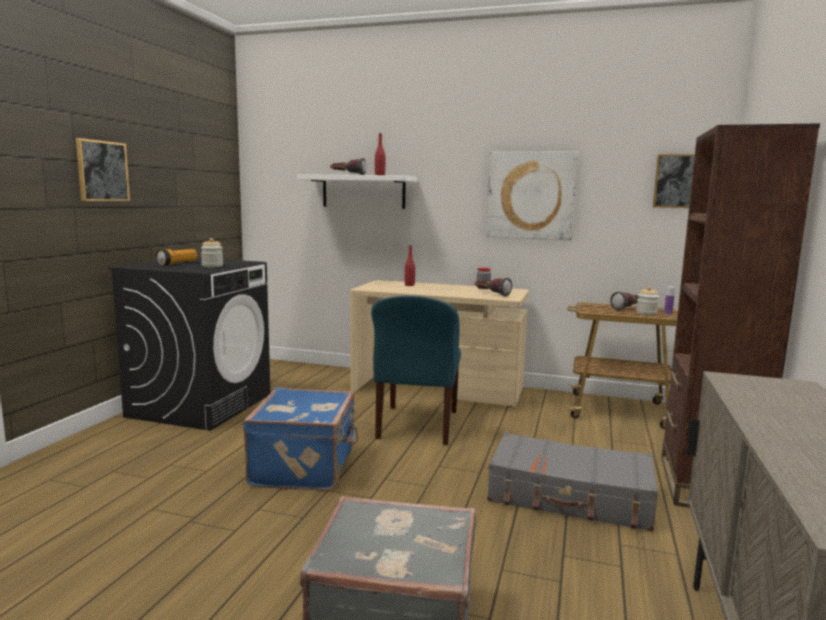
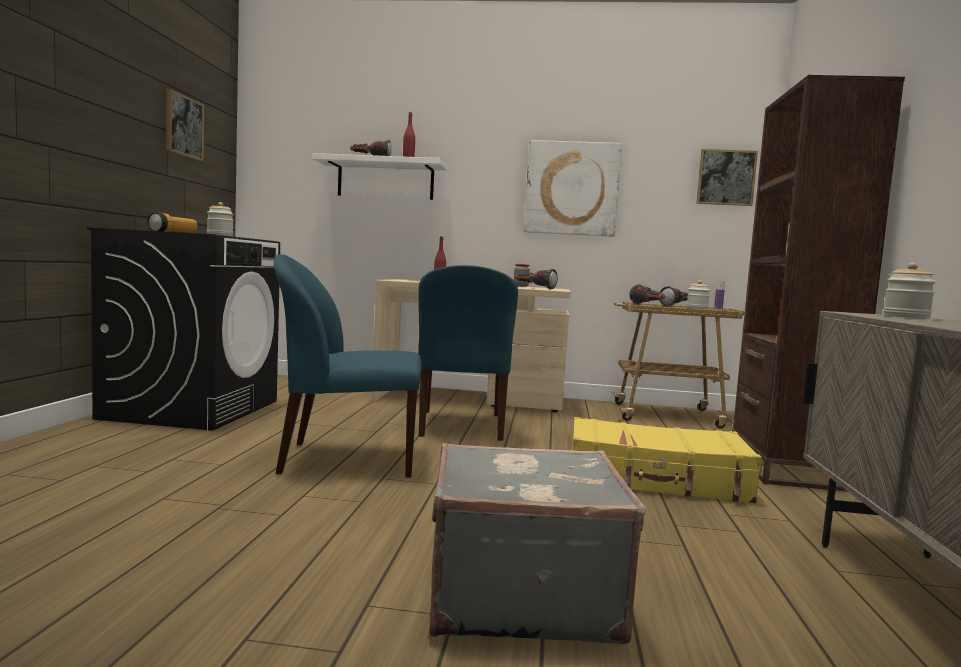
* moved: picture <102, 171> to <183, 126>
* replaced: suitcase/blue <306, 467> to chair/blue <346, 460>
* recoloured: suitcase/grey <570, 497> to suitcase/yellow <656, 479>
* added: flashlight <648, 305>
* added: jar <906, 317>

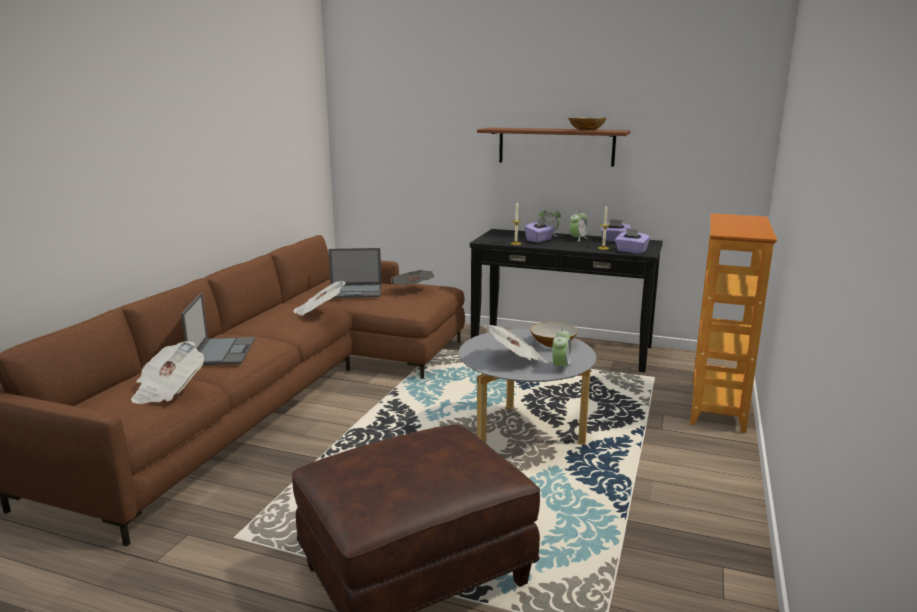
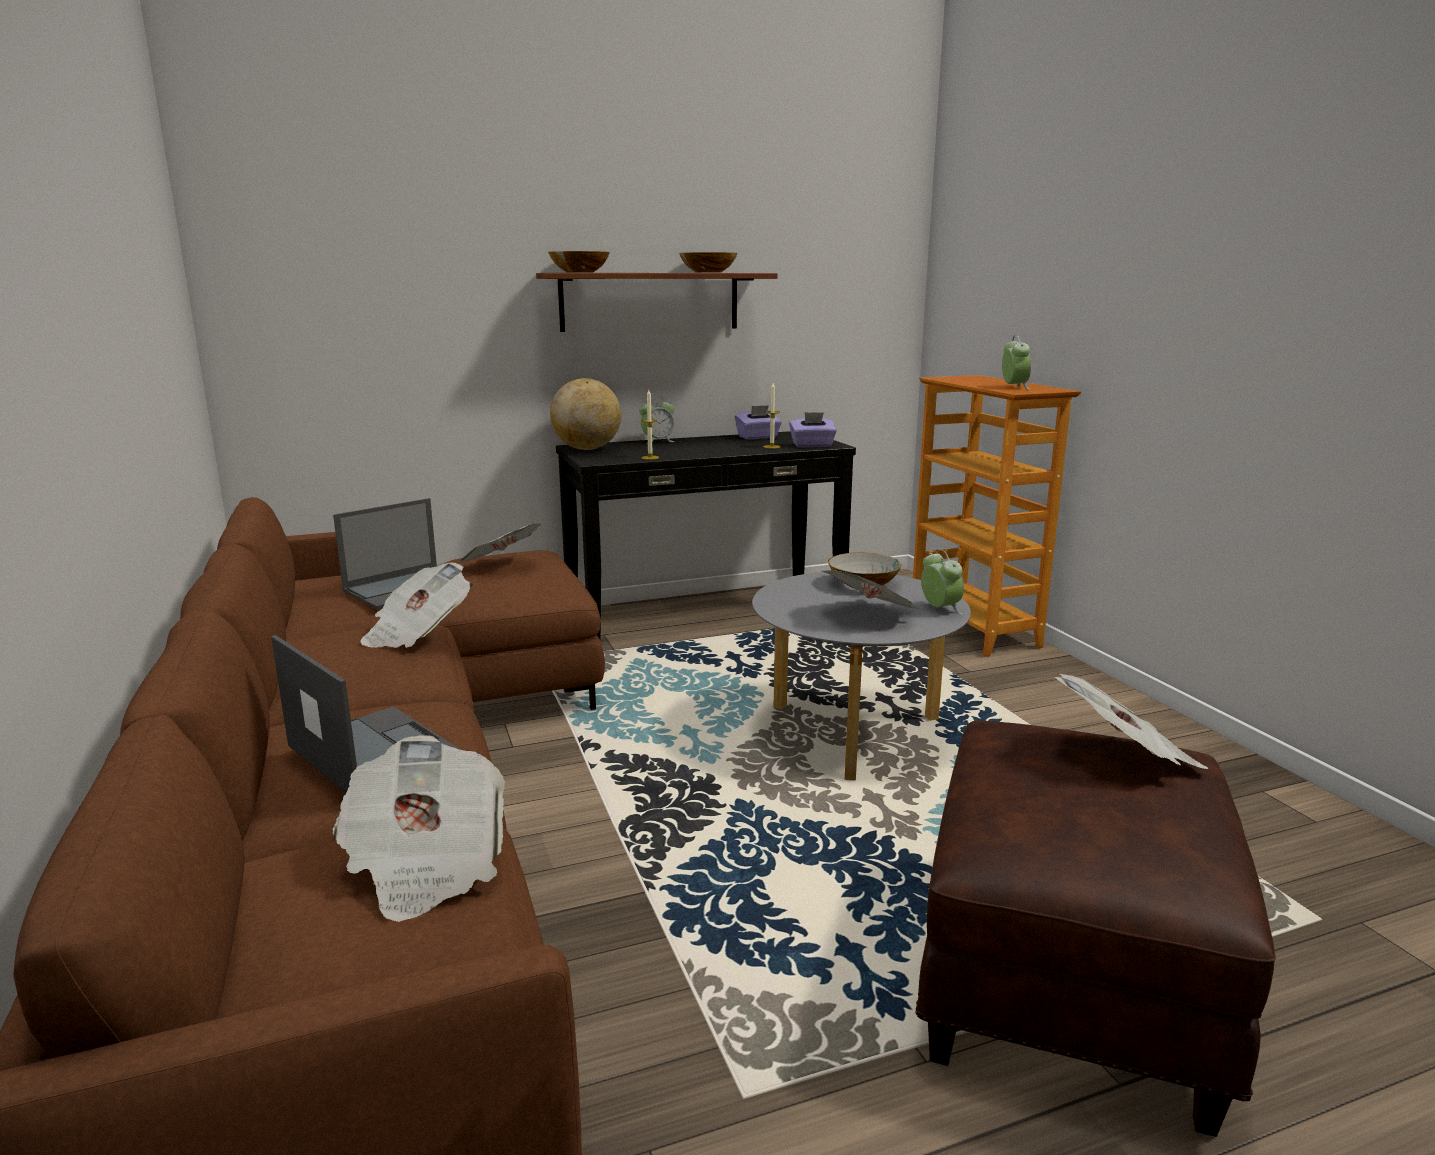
* added: bowl <579, 272>
* added: globe <587, 449>
* moved: alarm clock <578, 239> to <1014, 387>
* added: newspaper <1124, 756>
* removed: tissue box/purple <539, 240>

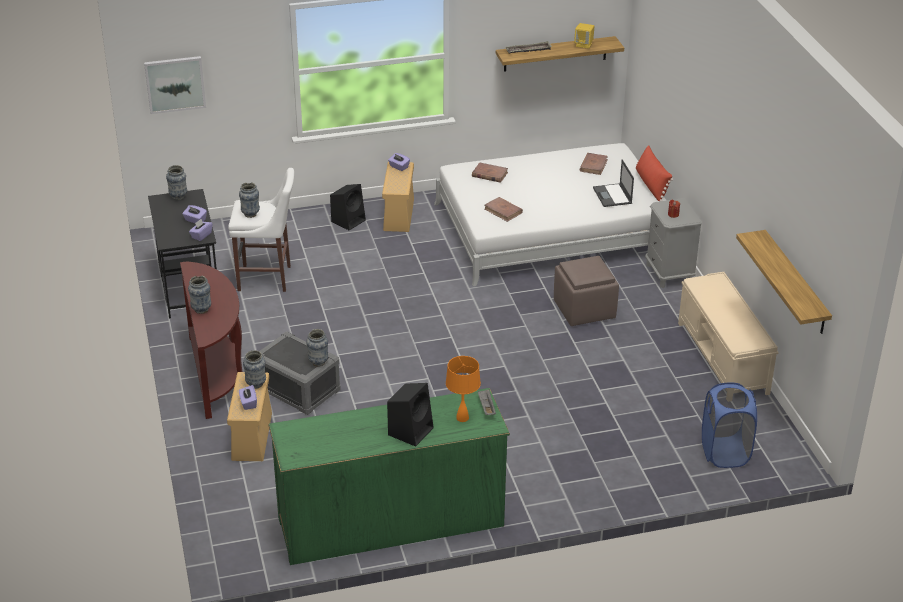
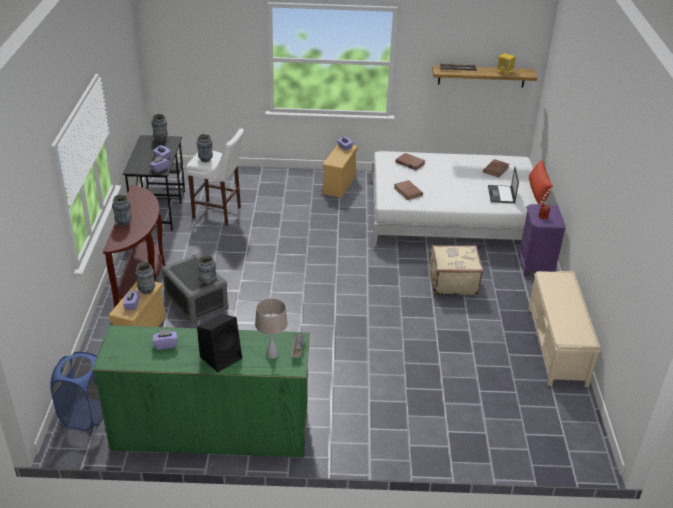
* moved: laundry basket/blue <725, 453> to <86, 414>
* added: tissue box/purple <166, 344>
* recoloured: table lamp/orange <462, 418> to table lamp/beige <272, 354>
* replaced: ottoman/brown <584, 310> to suitcase/beige <452, 282>
* recoloured: nightstand/grey <669, 274> to nightstand/purple <535, 266>
* removed: picture <175, 84>
* removed: speaker/black <348, 220>
* removed: shelf <795, 283>

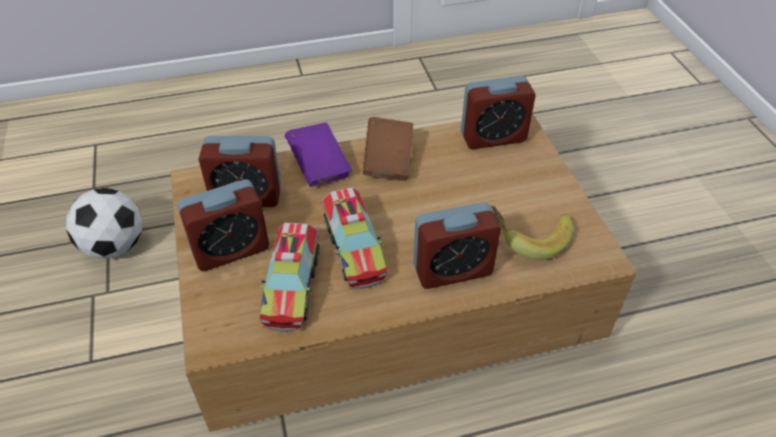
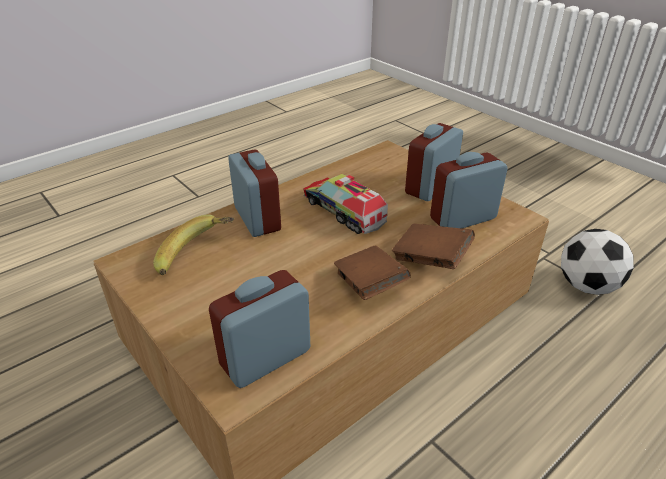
* turned: alarm clock <452, 270> = <257, 219> 105 degrees clockwise
* recoloured: book/purple <319, 167> to book/brown <430, 259>
* removed: toy truck <292, 285>

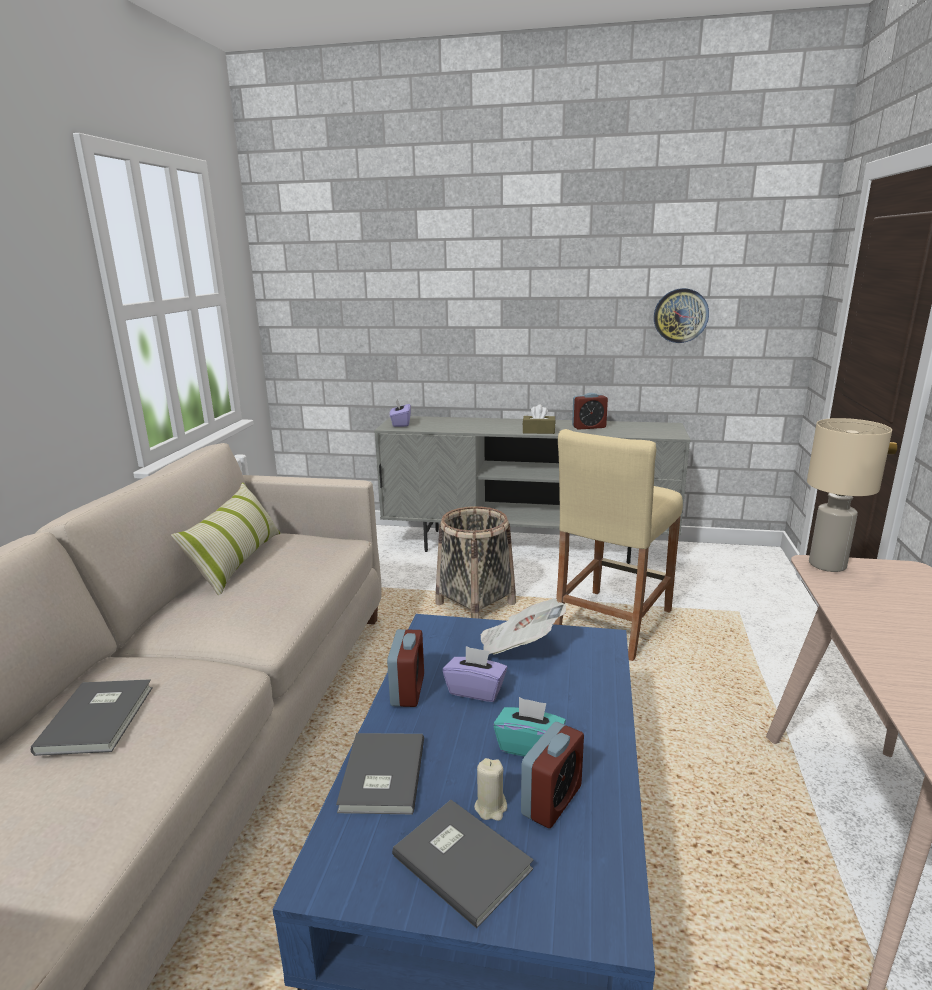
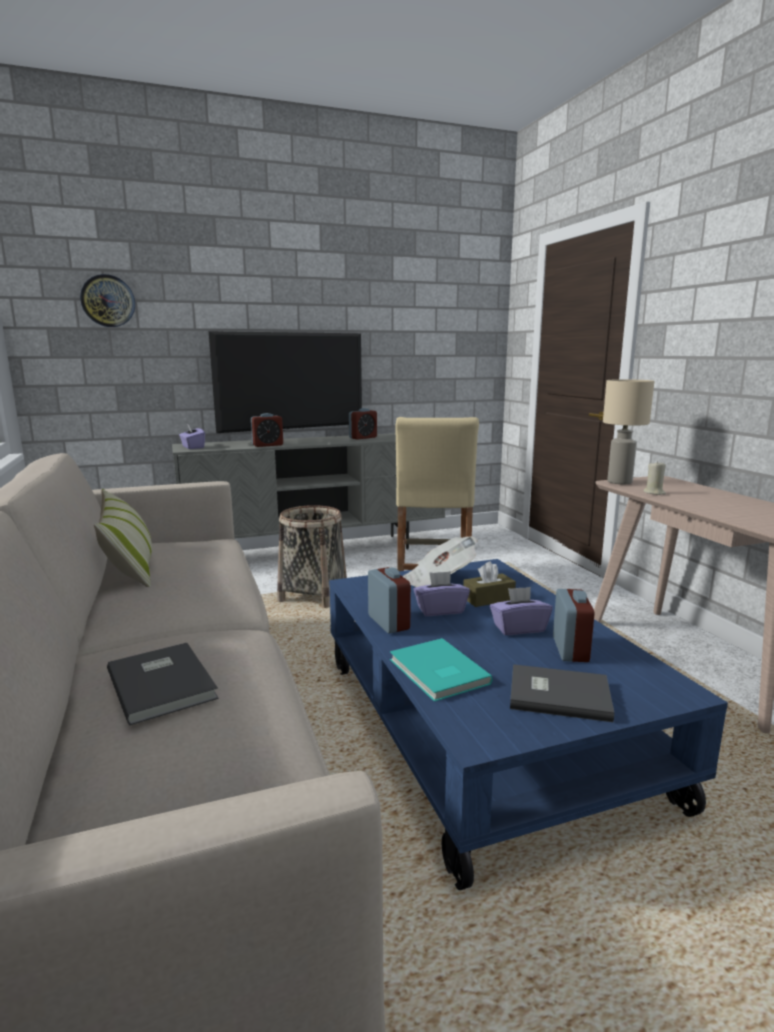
* moved: wall clock <680, 315> to <108, 301>
* added: television <293, 440>
* added: alarm clock <267, 445>
* recoloured: book/grey <380, 776> to book/turquoise <437, 672>
* moved: tissue box/brown <538, 431> to <488, 599>
* recoloured: tissue box/turquoise <529, 746> to tissue box/purple <519, 628>
* moved: candle/beige <491, 807> to <654, 493>

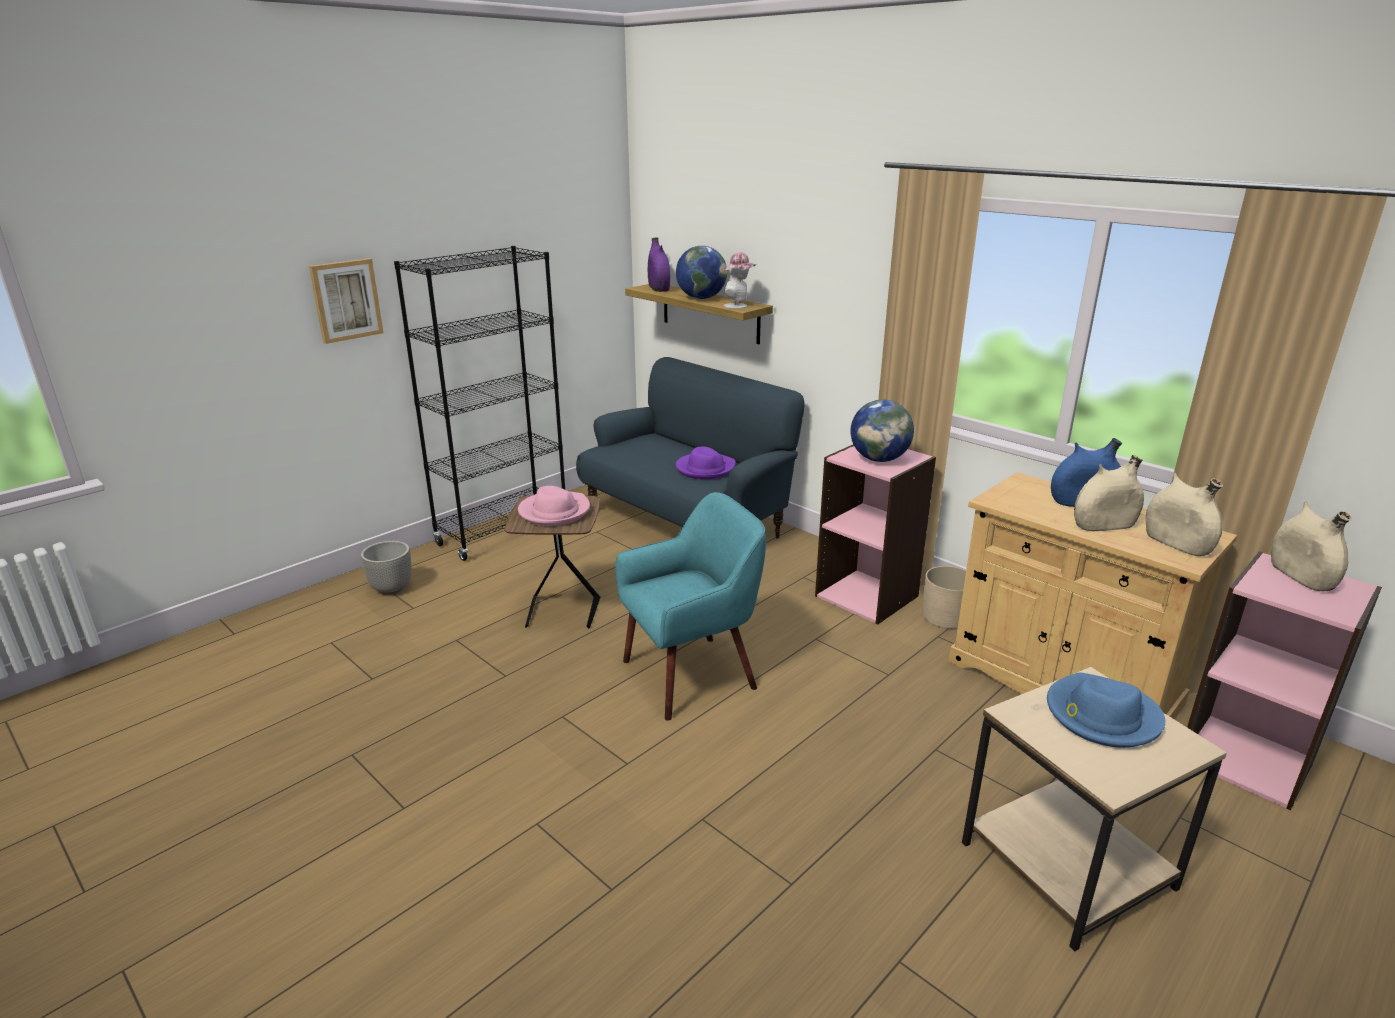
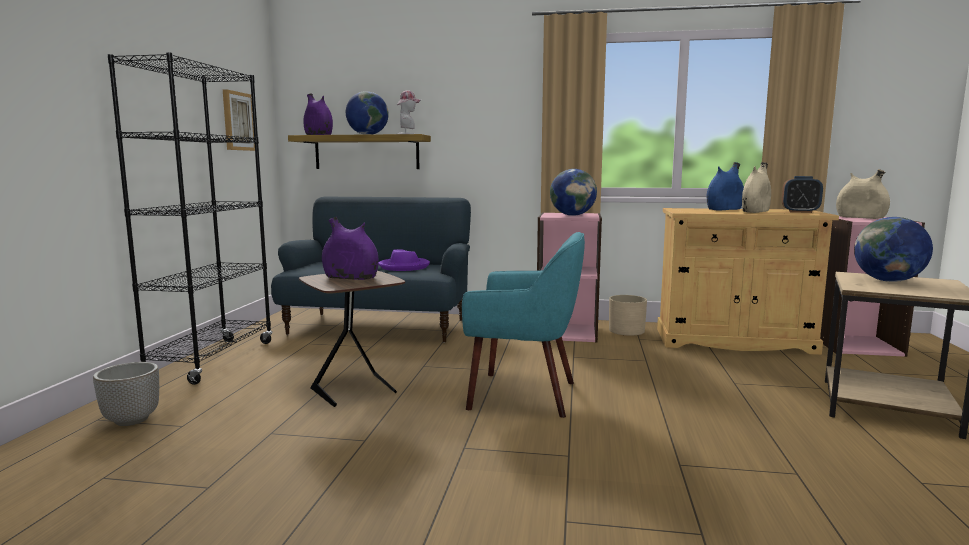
* moved: picture <346, 300> to <238, 121>
* replaced: hat/pink <554, 511> to vase/purple <351, 278>
* turned: armchair/turquoise <691, 675> = <524, 394> 75 degrees clockwise
* replaced: vase/beige <1177, 544> to alarm clock <800, 212>
* replaced: hat/blue <1101, 715> to globe <888, 281>

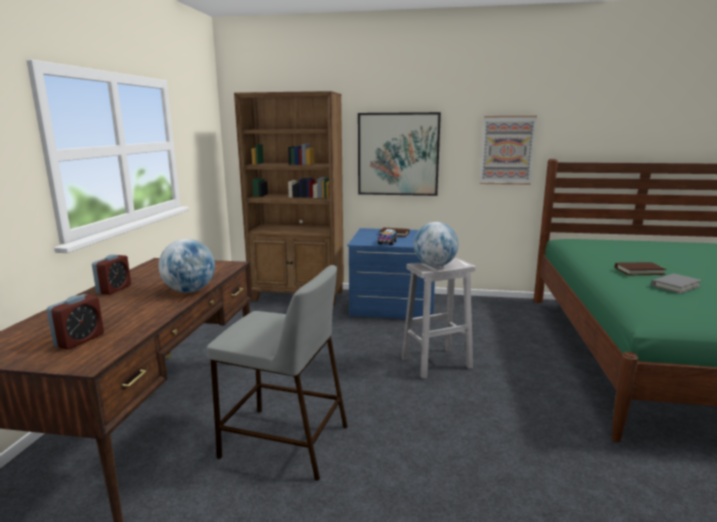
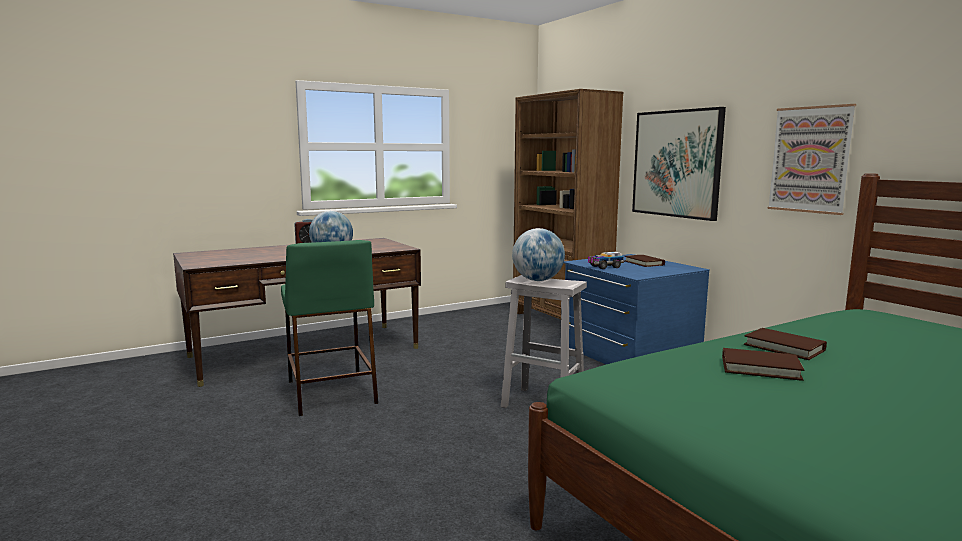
* recoloured: stool/grey <283, 441> to stool/green <330, 391>
* recoloured: book/grey <675, 286> to book/brown <760, 368>
* removed: alarm clock <79, 340>

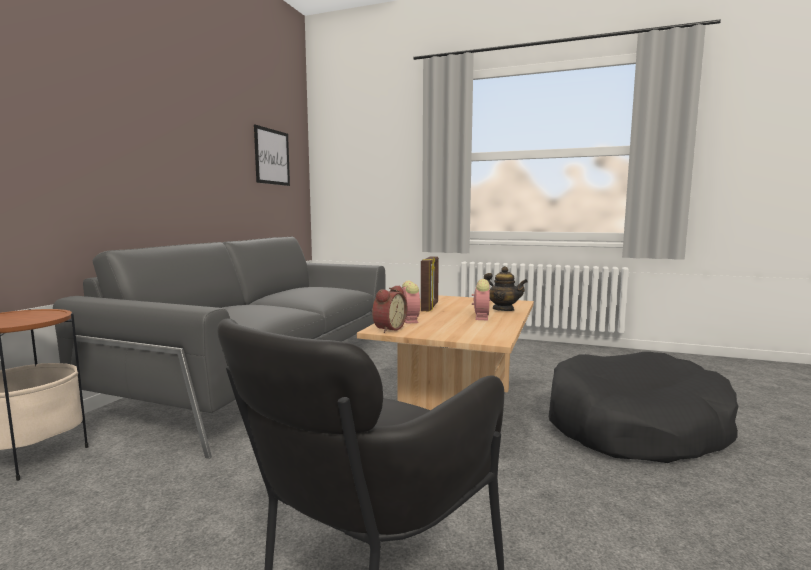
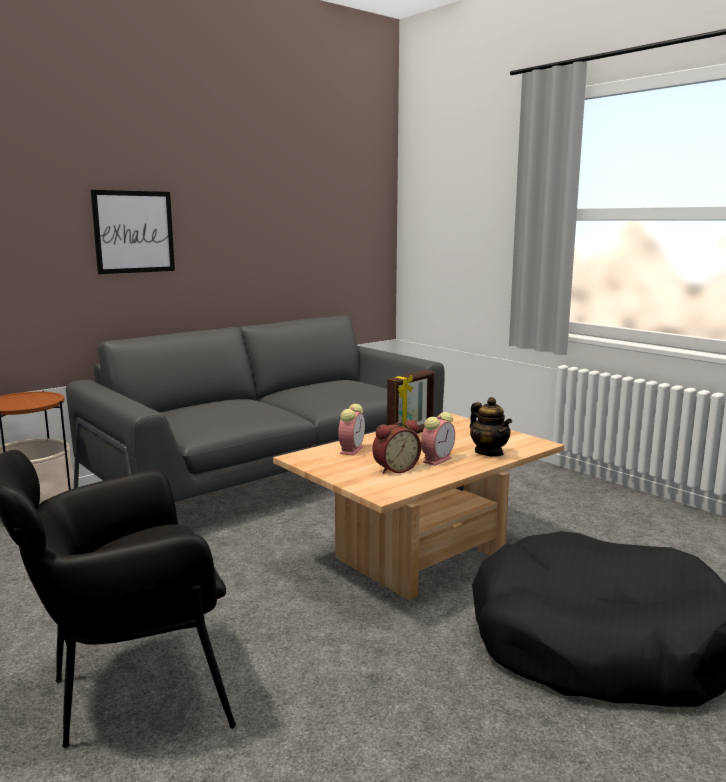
* moved: picture <272, 157> to <134, 232>
* moved: alarm clock <388, 328> to <395, 469>

